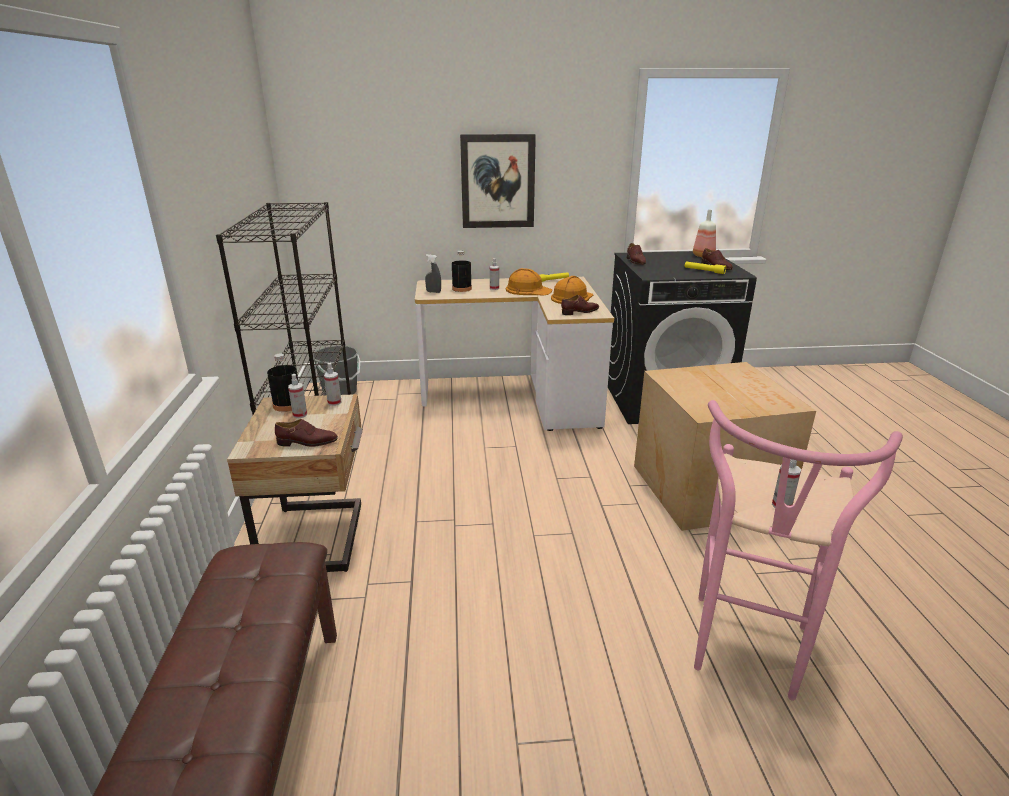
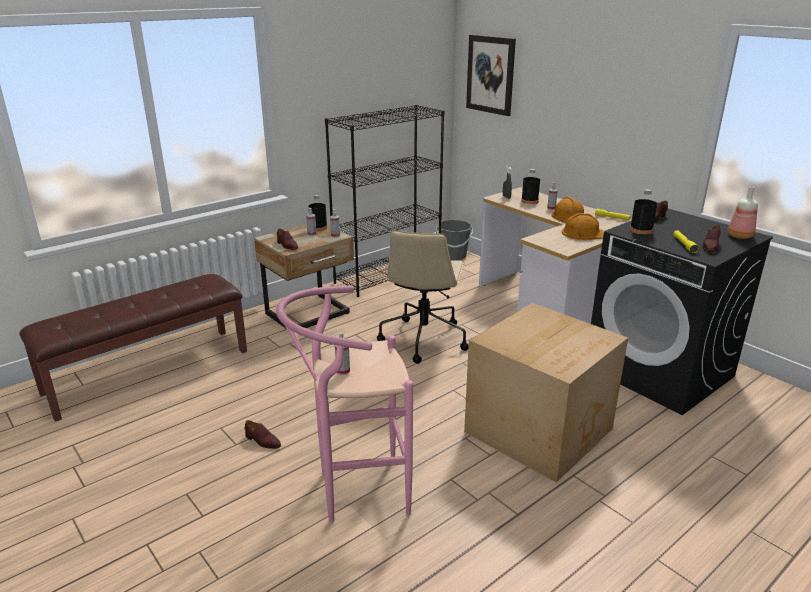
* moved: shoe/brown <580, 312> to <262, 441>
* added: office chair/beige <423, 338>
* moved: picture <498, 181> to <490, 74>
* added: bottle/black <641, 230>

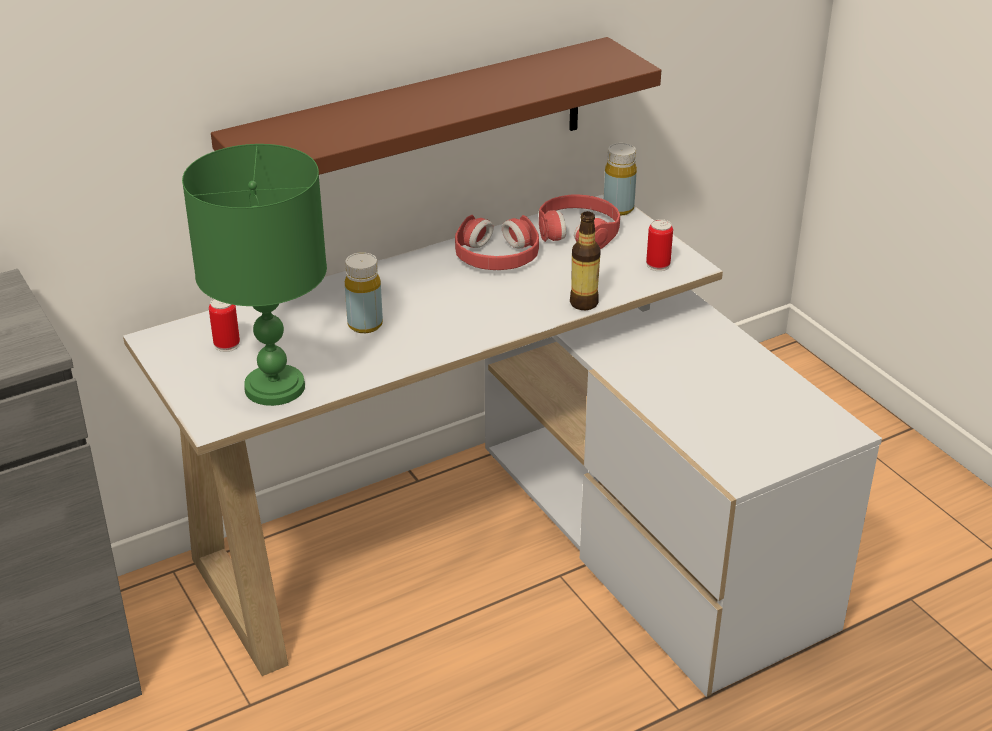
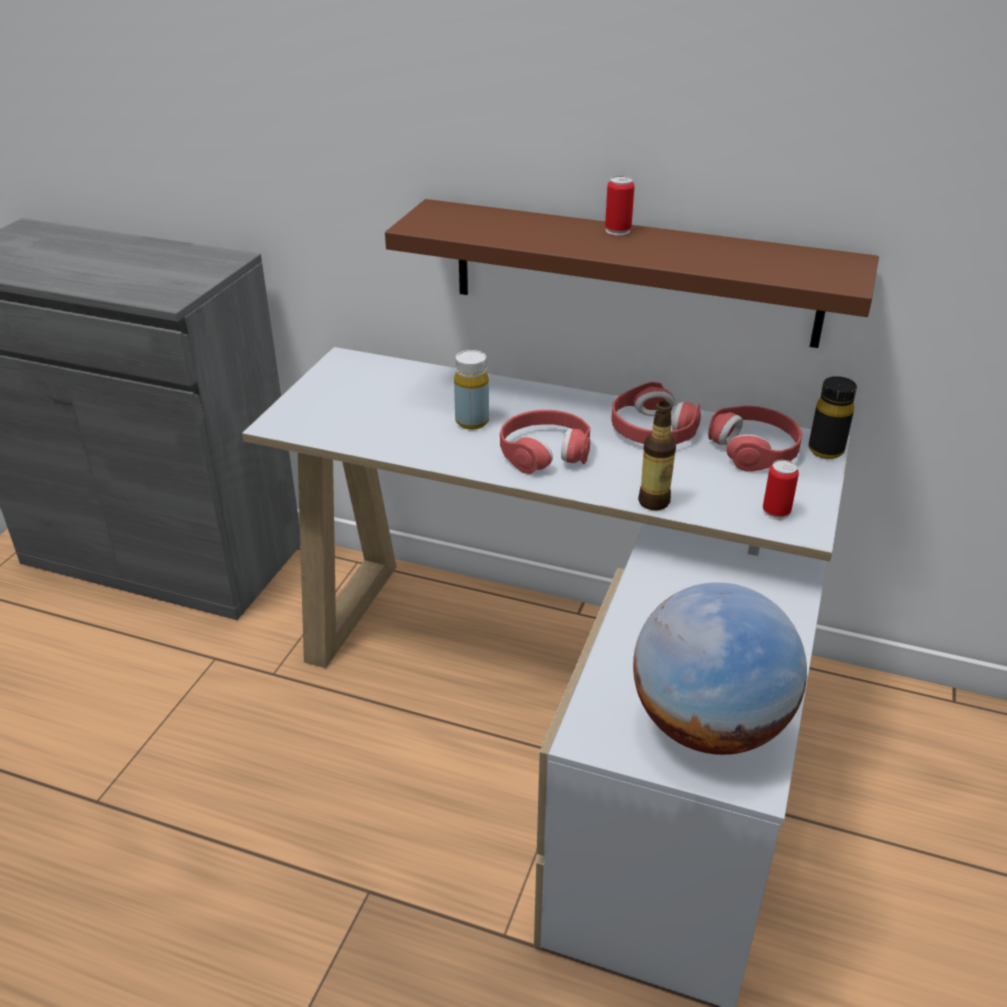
* added: headphones/red <544, 452>
* moved: can <227, 345> to <617, 230>
* added: globe <708, 725>
* recoloured: bottle/yellow <618, 209> to bottle/black <825, 450>
* removed: table lamp/green <274, 388>

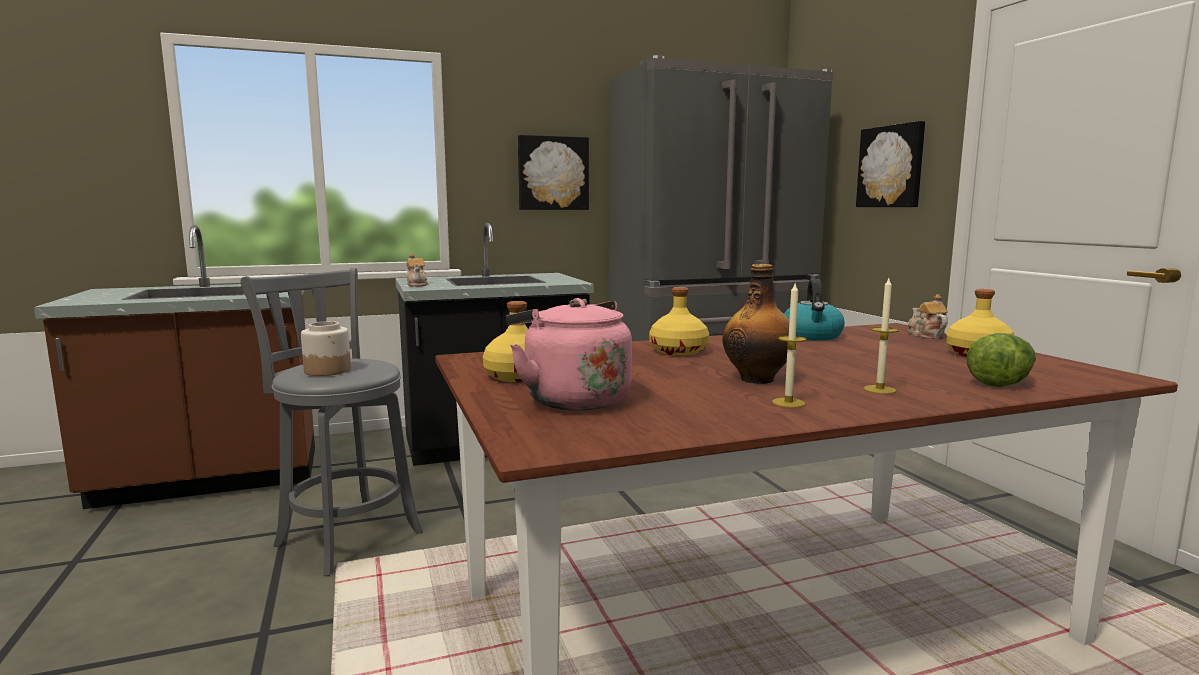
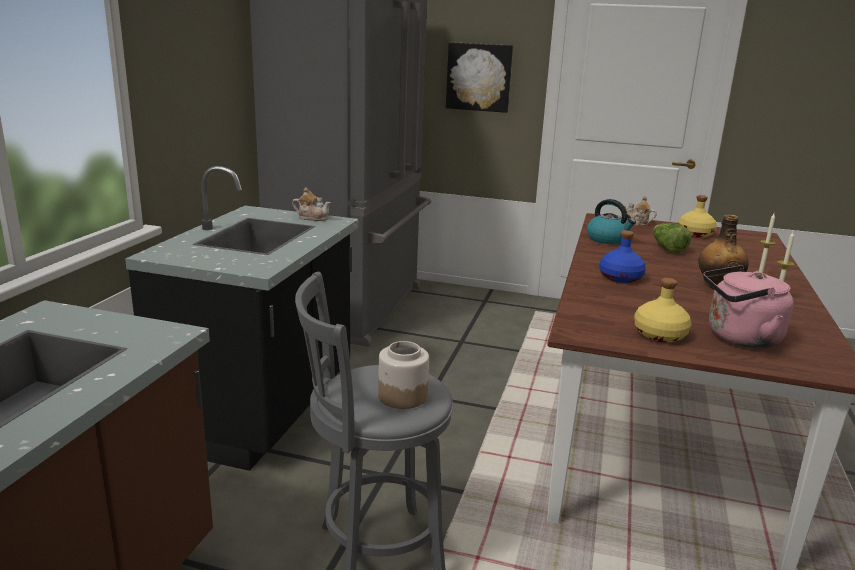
* moved: teapot <417, 285> to <312, 218>
* recoloured: bottle/yellow <678, 351> to bottle/blue <621, 278>
* moved: lettuce <999, 381> to <667, 249>
* removed: picture <552, 173>

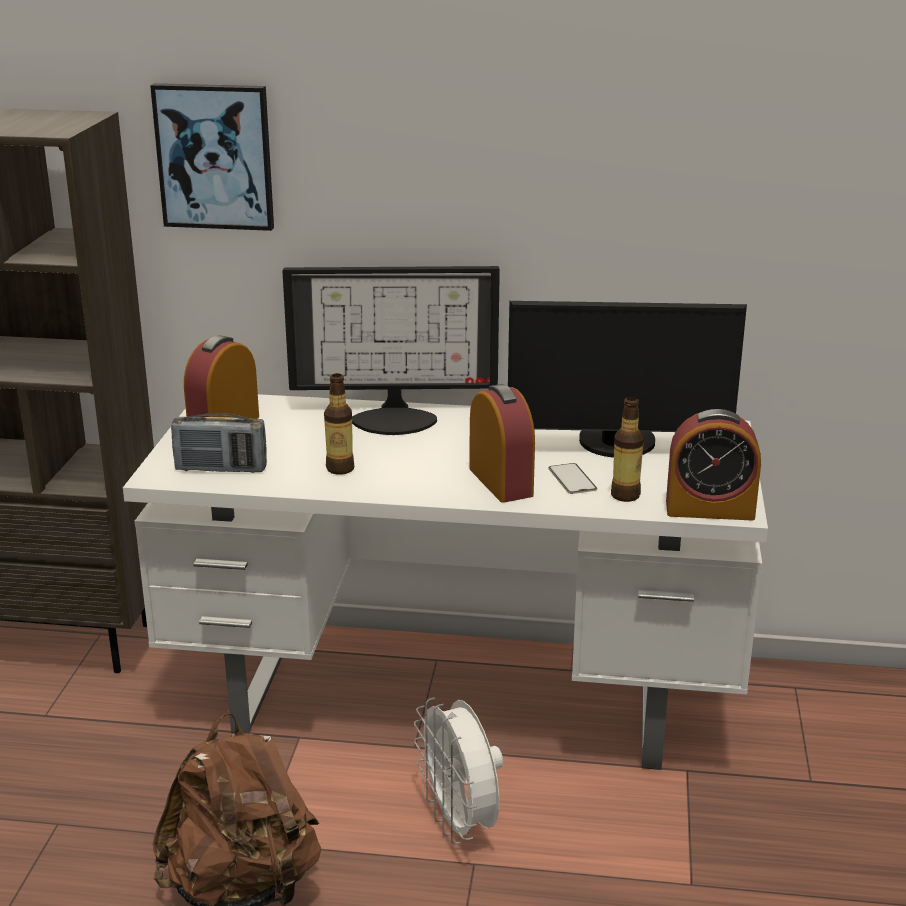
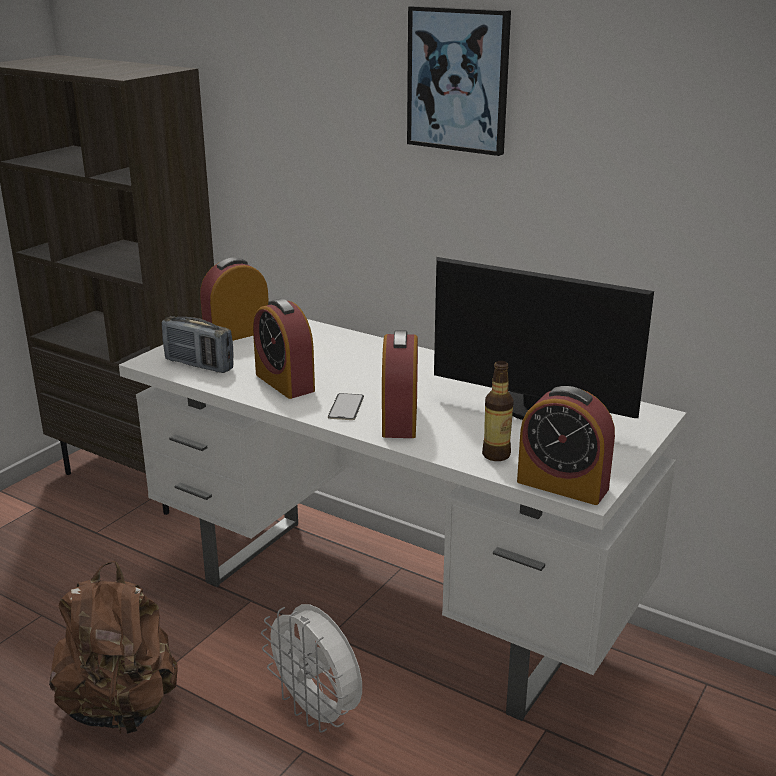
* replaced: bottle <340, 469> to alarm clock <284, 382>
* turned: fan/white <460, 824> = <318, 712> 45 degrees counterclockwise
* moved: phone <572, 479> to <346, 407>
* moved: picture <215, 156> to <458, 80>
* removed: monitor <395, 417>

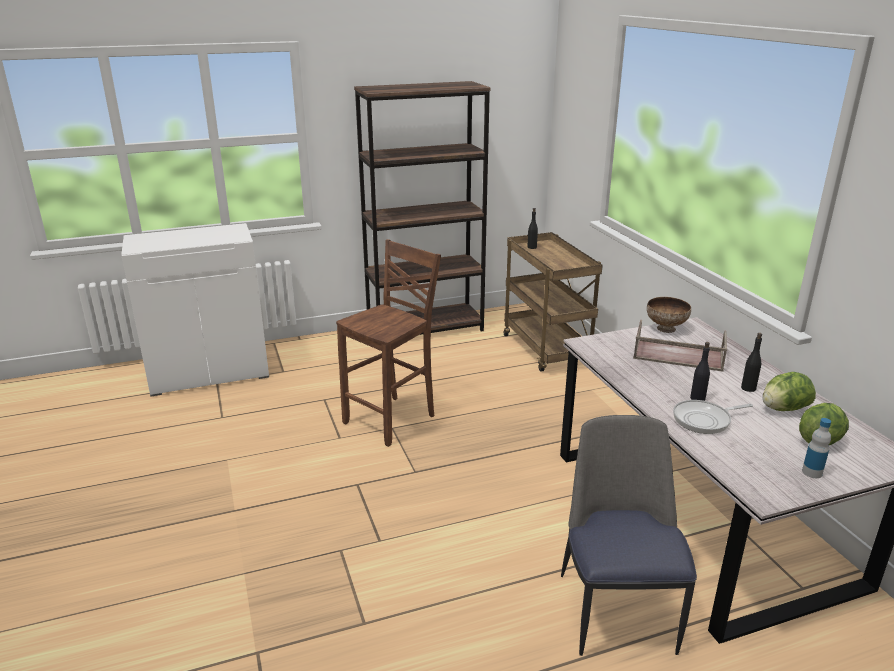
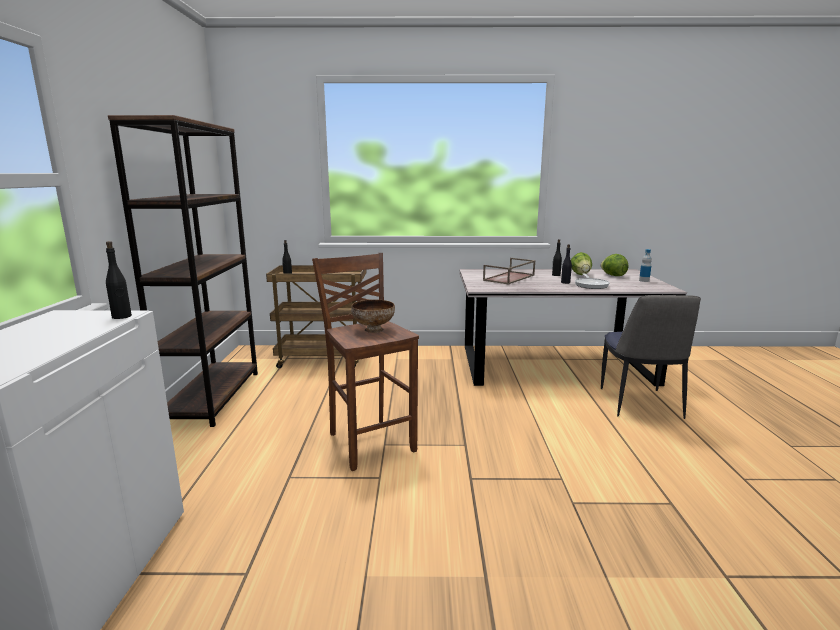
* added: bottle/black <121, 316>
* moved: bowl <665, 328> to <373, 330>
* turned: chair <616, 609> = <640, 404> 105 degrees counterclockwise

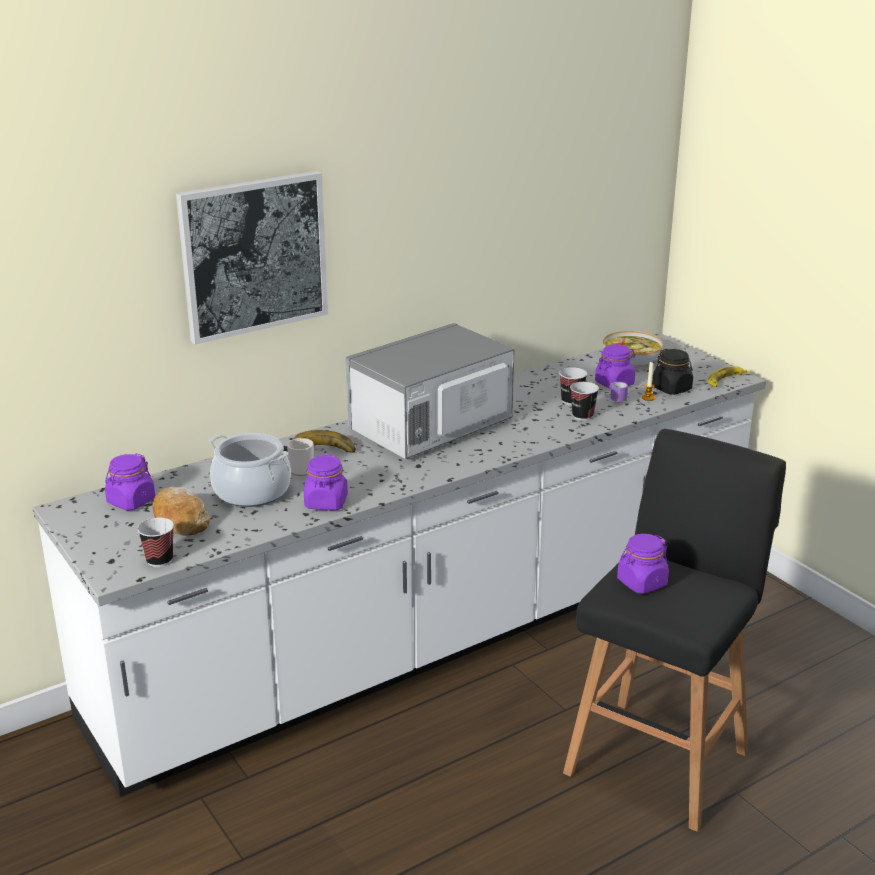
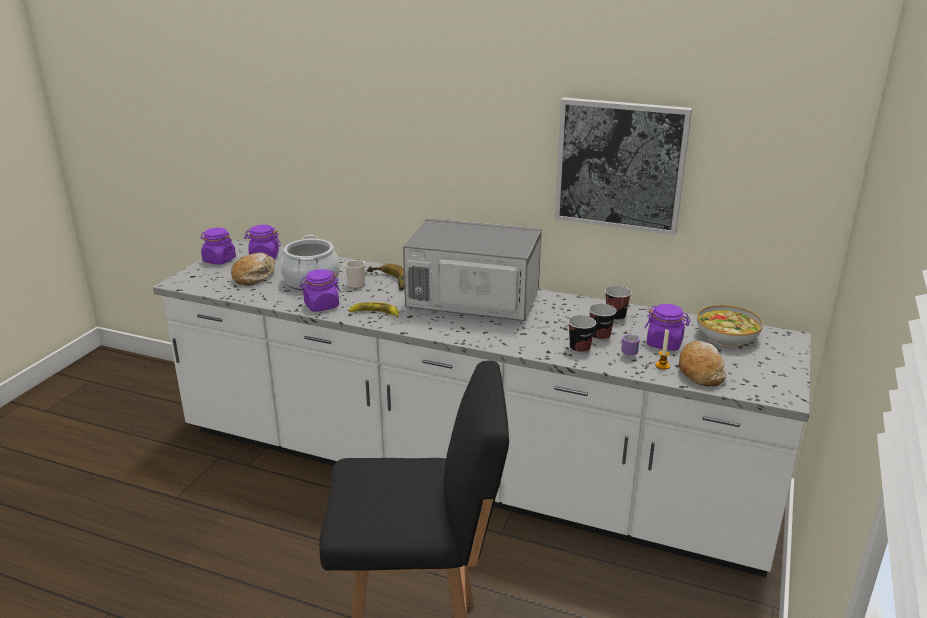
* moved: jar/purple <641, 583> to <219, 260>
* moved: banana <725, 380> to <374, 313>
* moved: picture <253, 255> to <620, 165>
* moved: cup <159, 560> to <615, 317>
* replaced: jar/black <672, 389> to bread <700, 371>

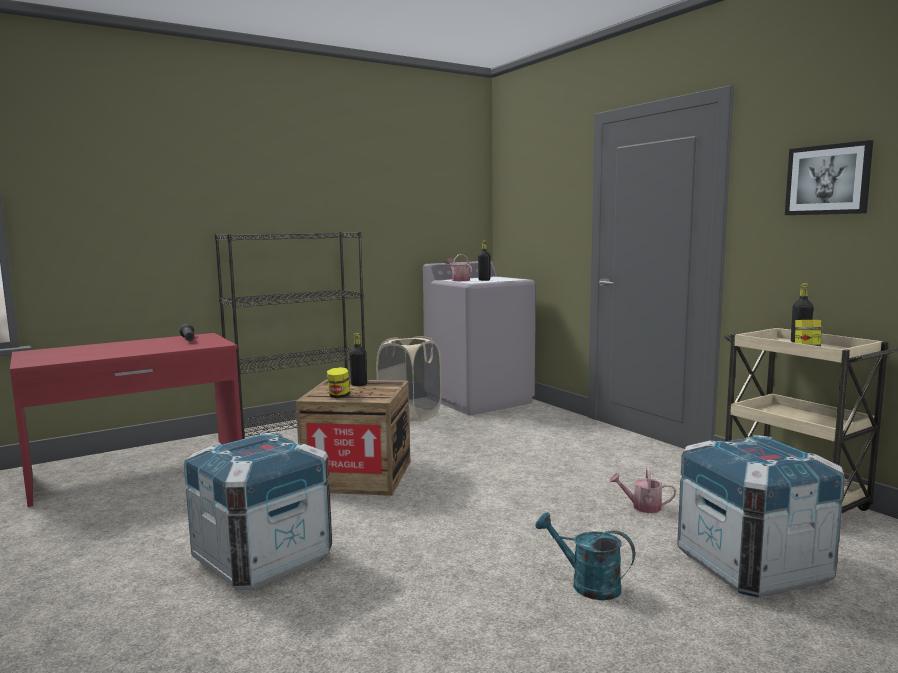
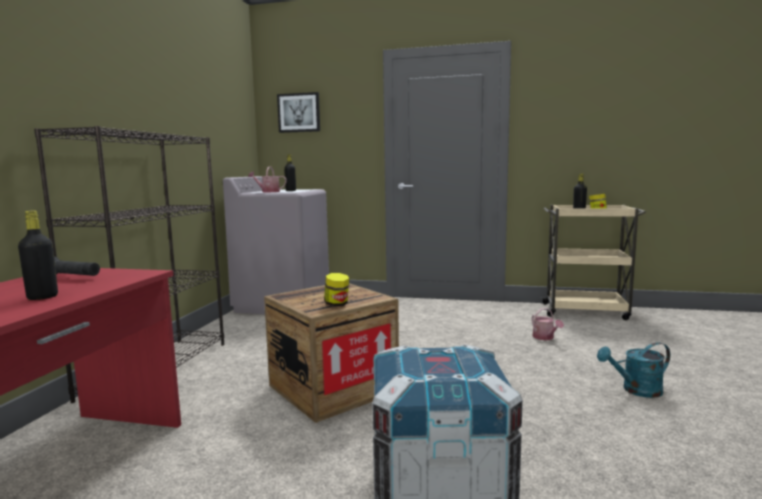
* moved: bottle/black <359, 384> to <42, 297>
* moved: picture <828, 180> to <299, 112>
* turned: watering can <642, 506> = <545, 338> 75 degrees counterclockwise
* removed: laundry basket/beige <410, 416>
* removed: crate <752, 566>

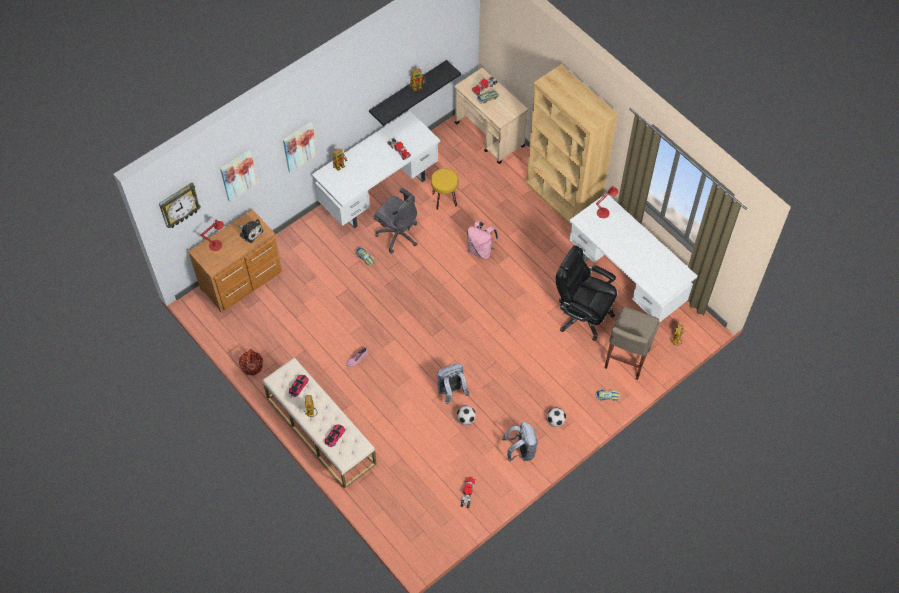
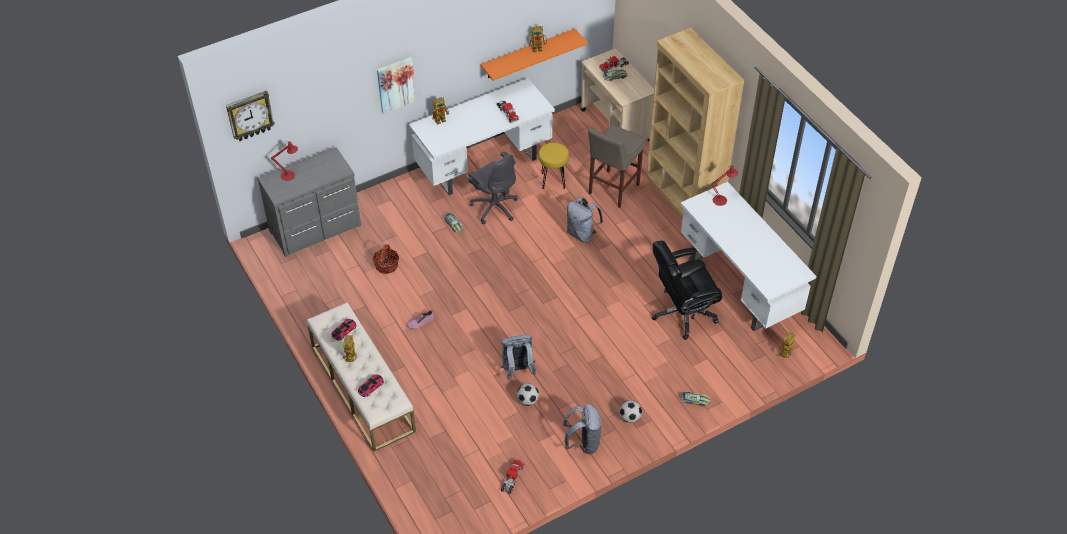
* recoloured: dresser/brown <243, 281> to dresser/grey <317, 229>
* moved: basket <252, 366> to <386, 265>
* recoloured: shelf/black <408, 91> to shelf/orange <528, 54>
* recoloured: backpack/pink <481, 250> to backpack/grey <582, 234>
* moved: stool/beige <625, 360> to <612, 190>
* turned: office chair/black <582, 315> = <682, 313> 60 degrees counterclockwise
* removed: picture <238, 175>
* removed: plush toy <250, 232>

